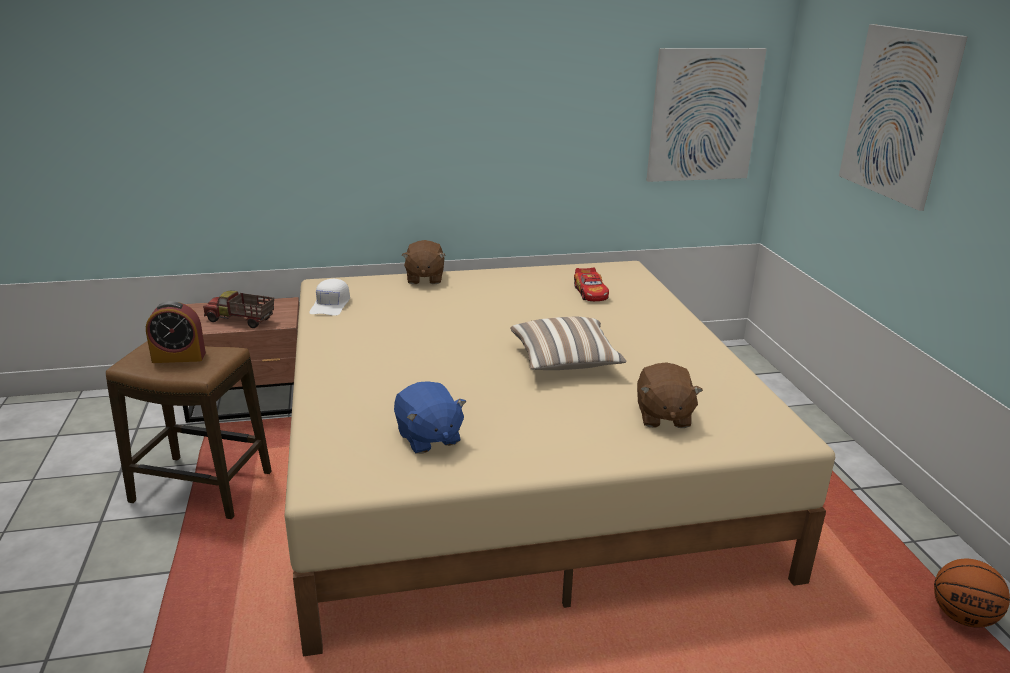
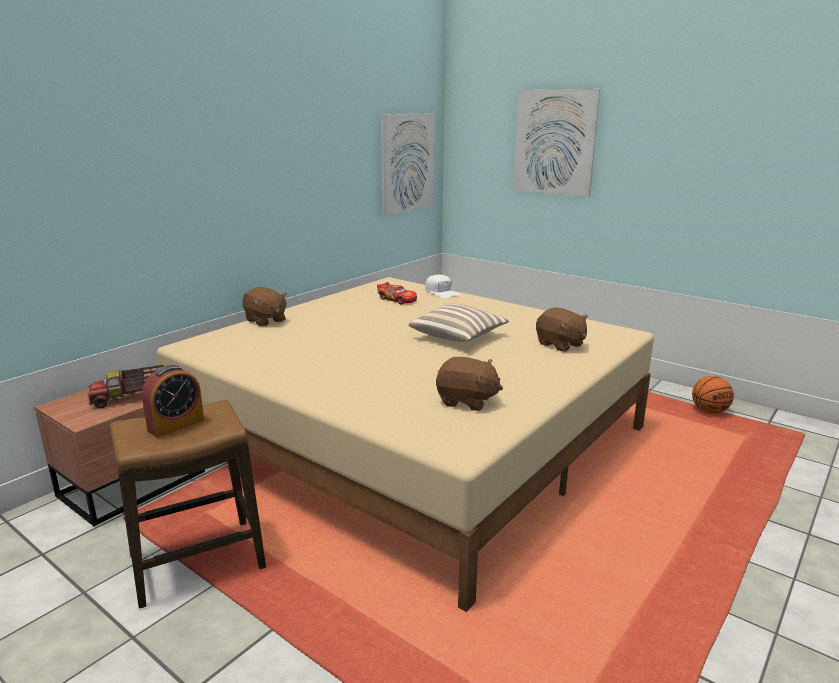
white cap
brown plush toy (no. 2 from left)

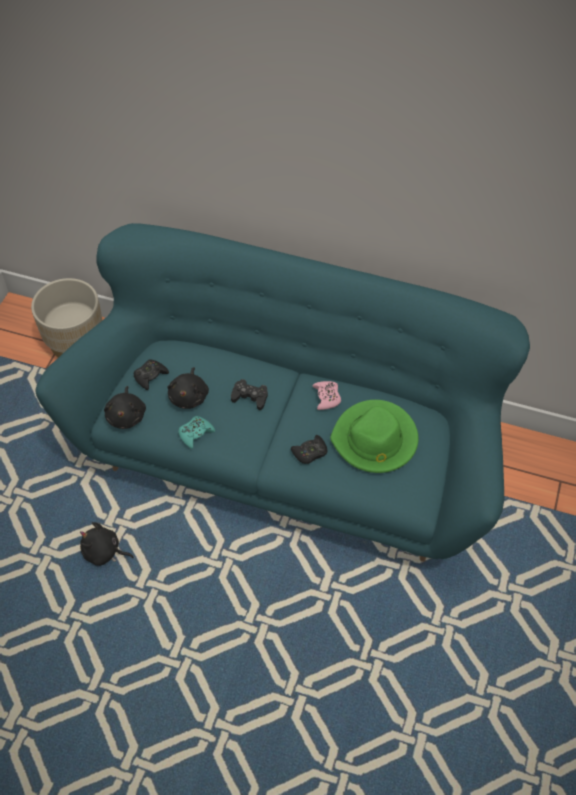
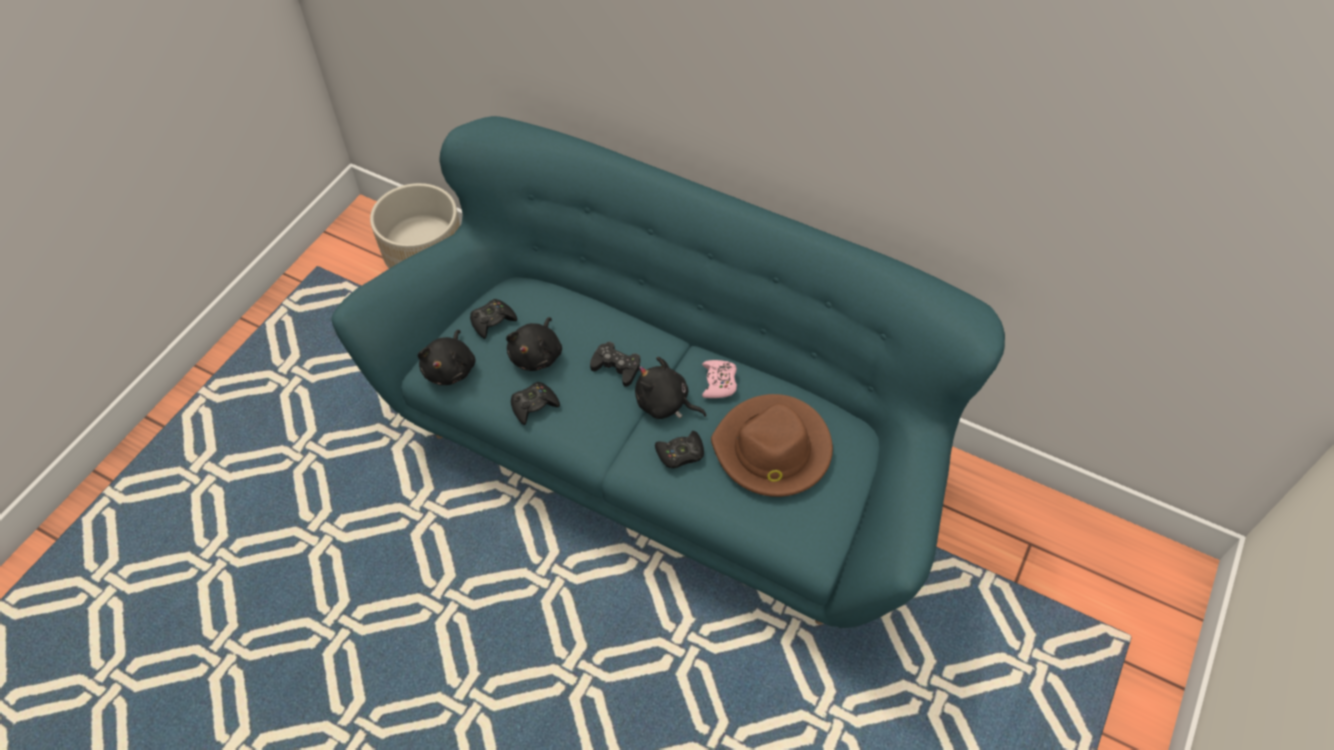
black plush toy (no. 3 from left)
black game controller (no. 2 from left)
brown hat

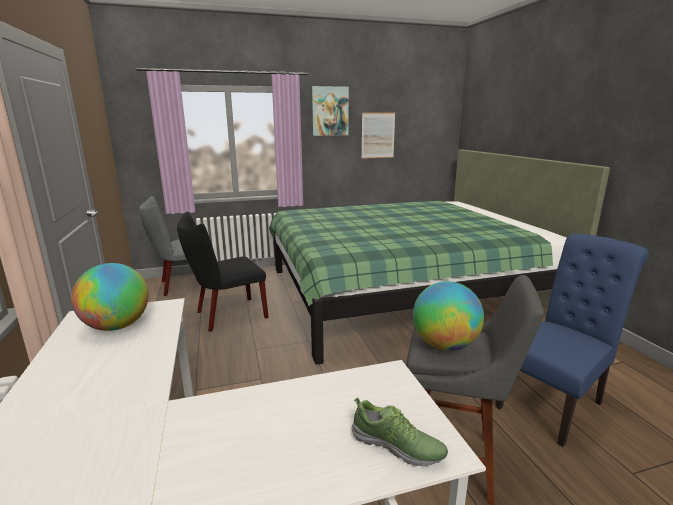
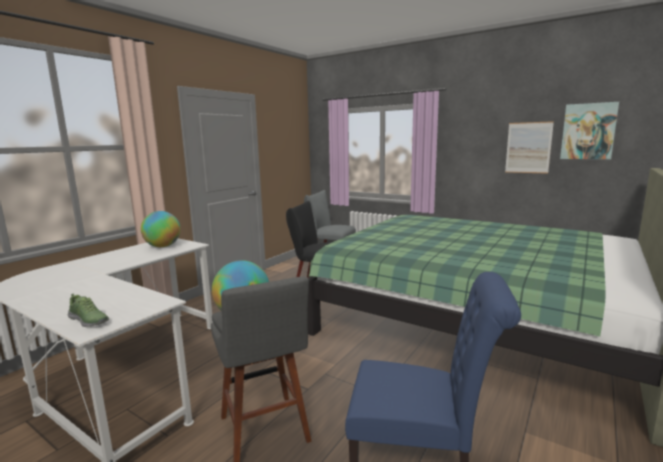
picture (no. 2 from left)
shoe

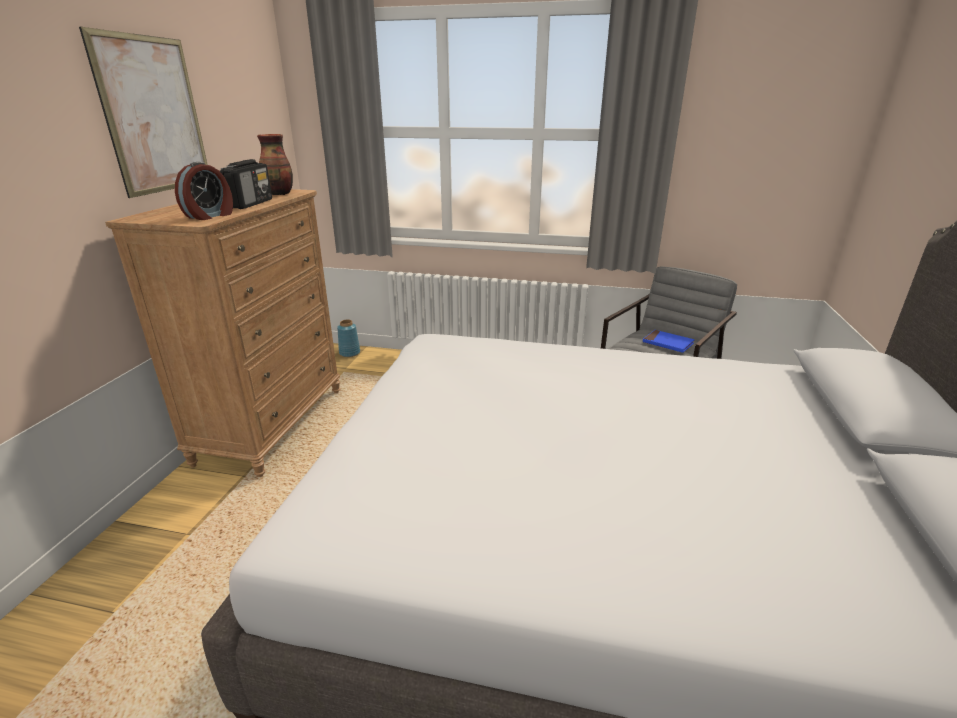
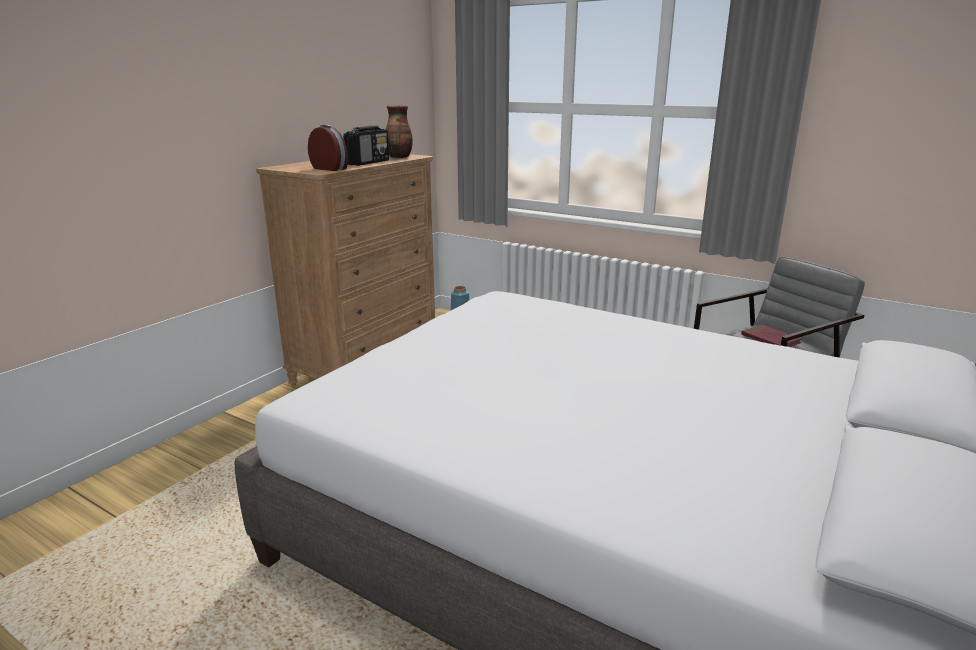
picture
alarm clock
red book

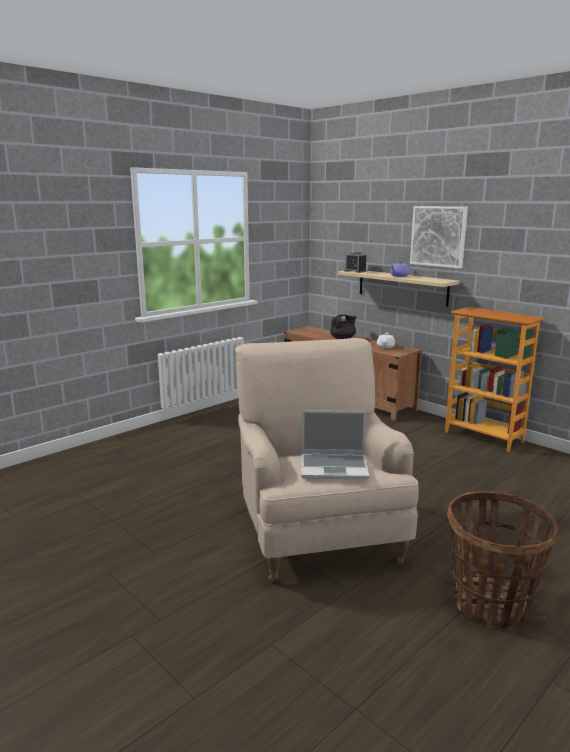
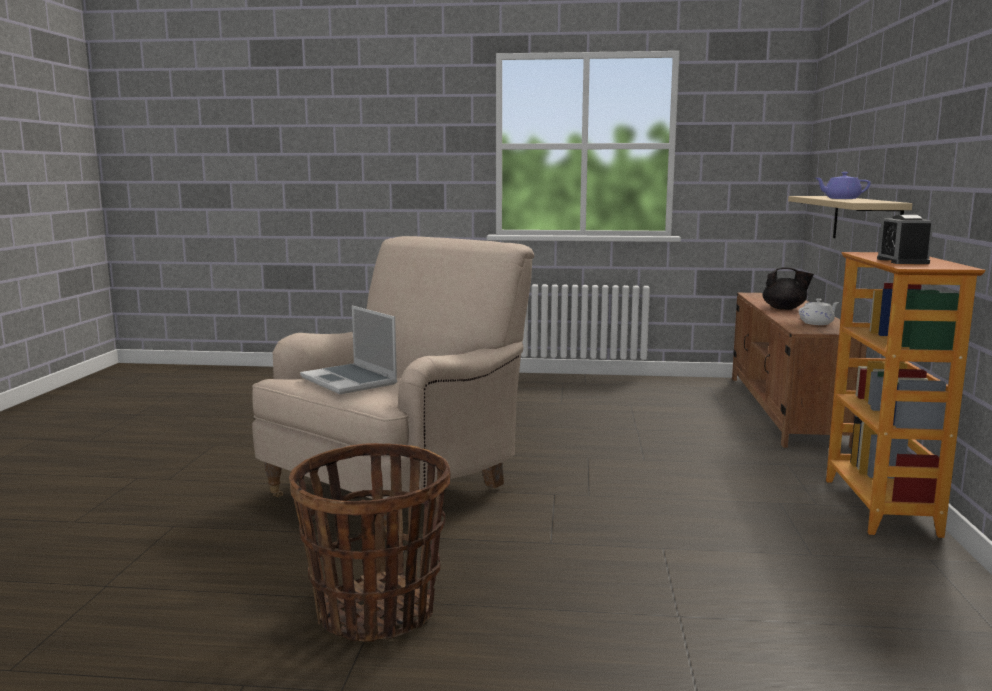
alarm clock
picture

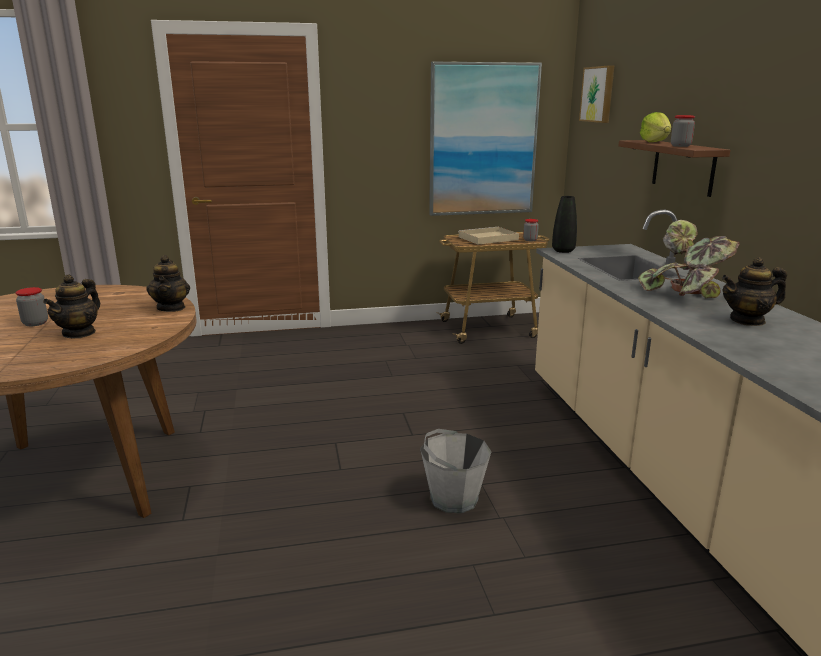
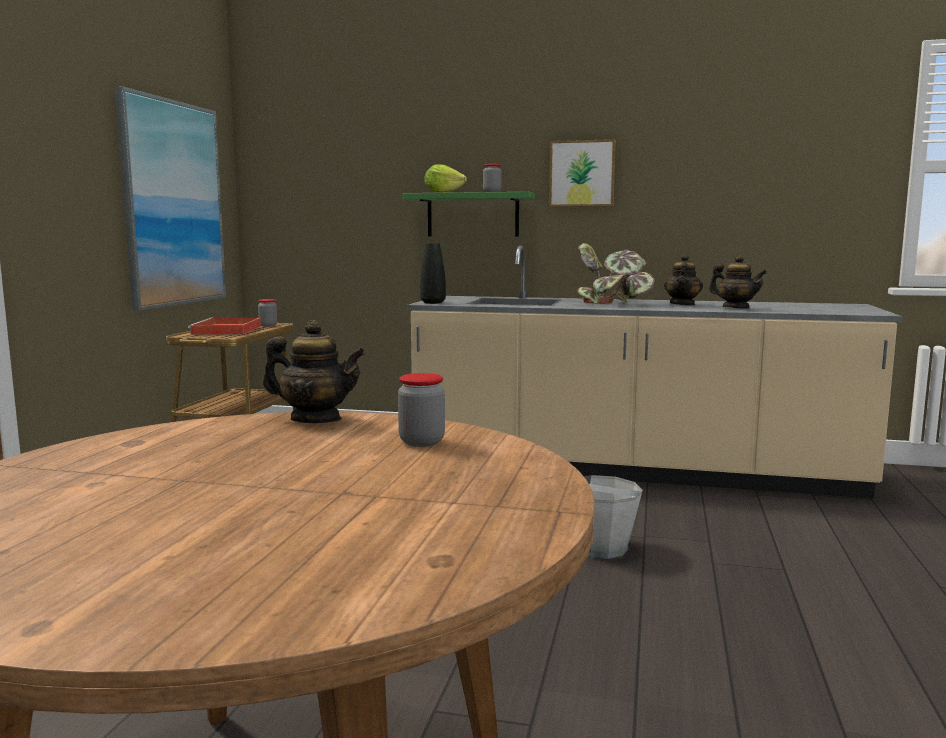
jar (no. 2 from left)
teapot (no. 3 from left)
red tray
picture (no. 2 from left)
green shelf

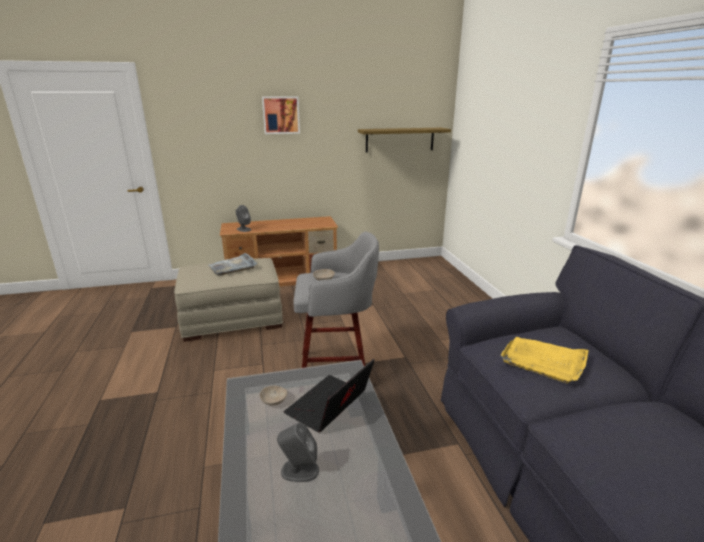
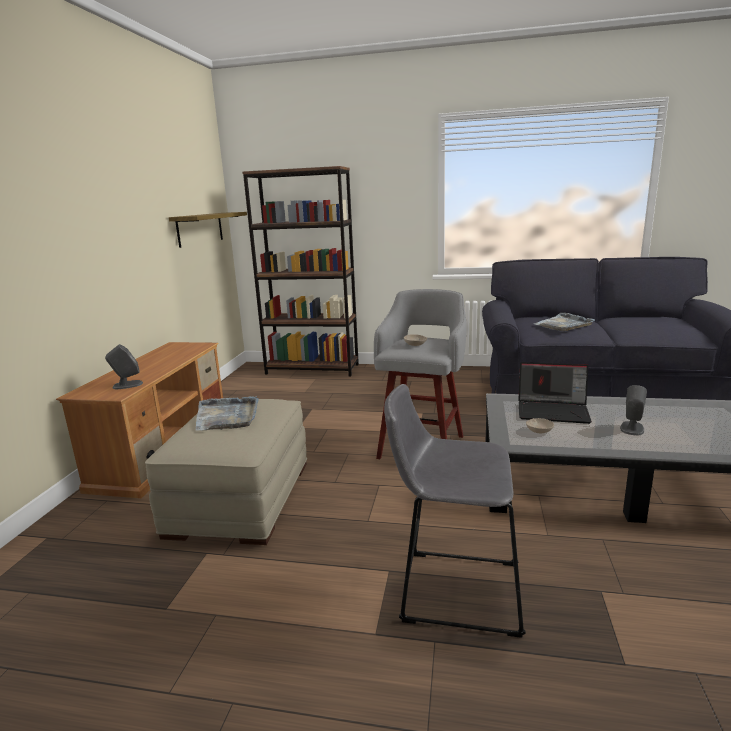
picture
laptop
grey tray (no. 2 from left)
brown bookcase
grey stool (no. 2 from left)

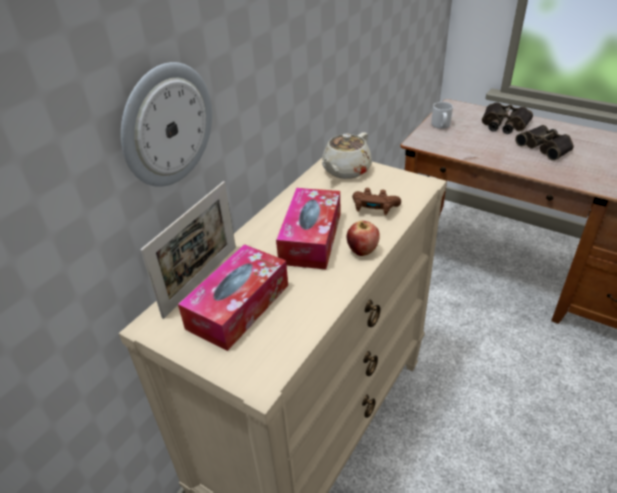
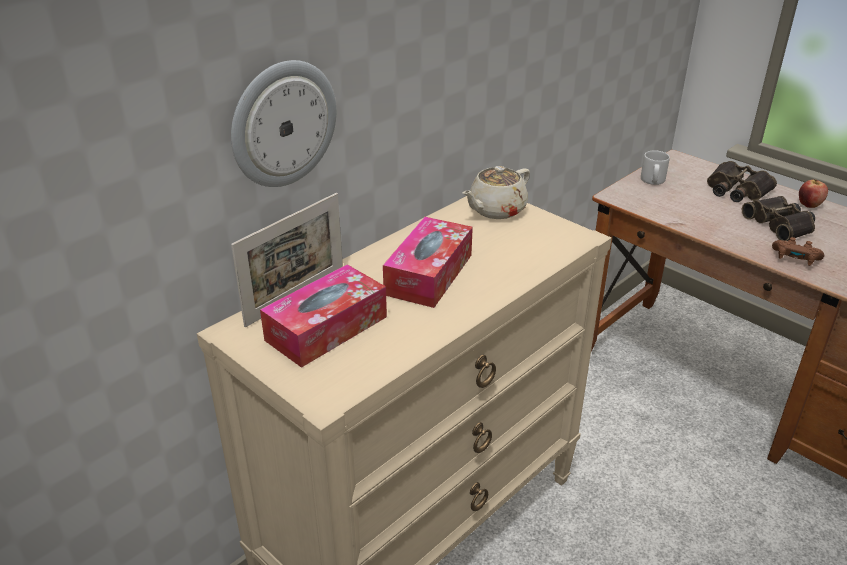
apple
brown game controller

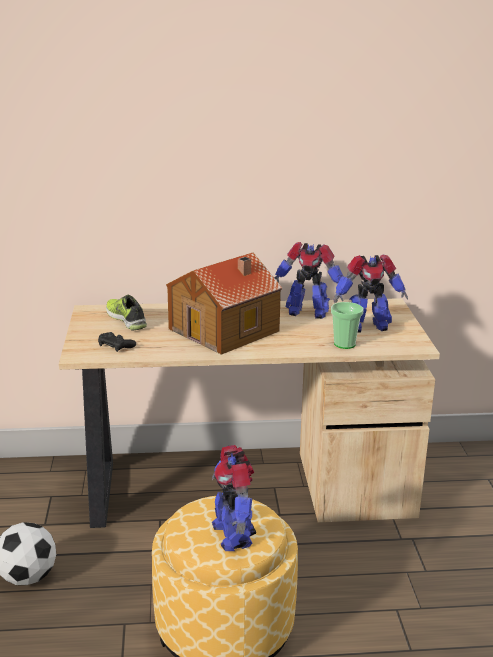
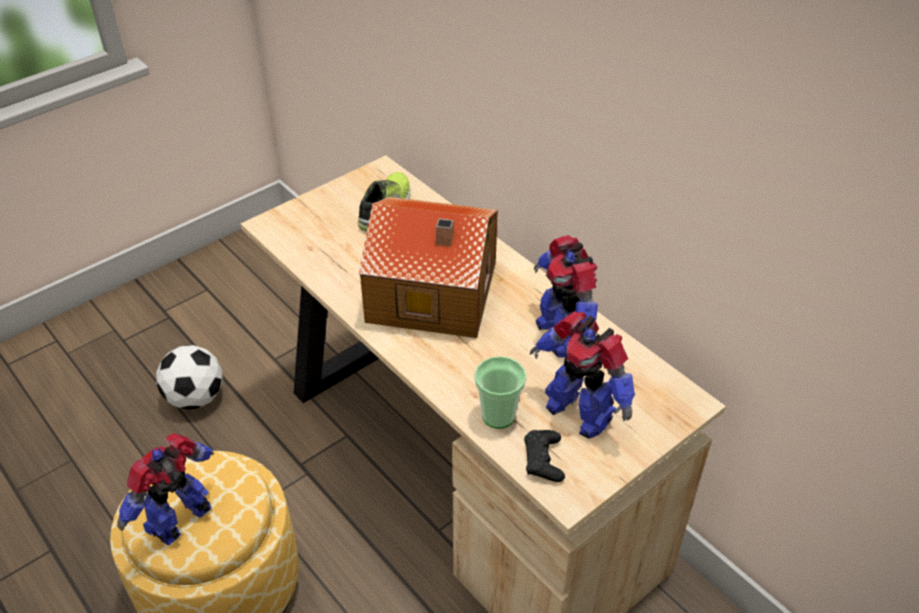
black game controller

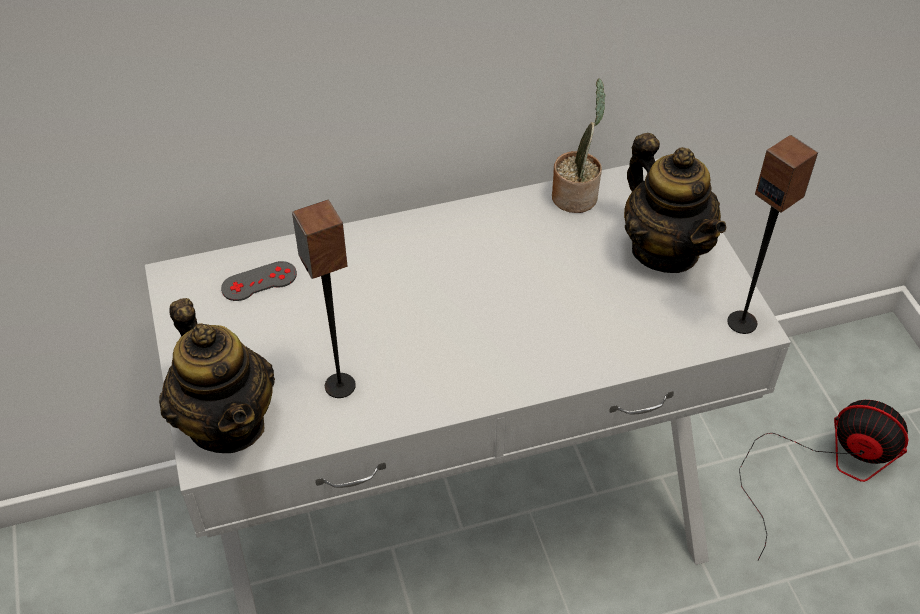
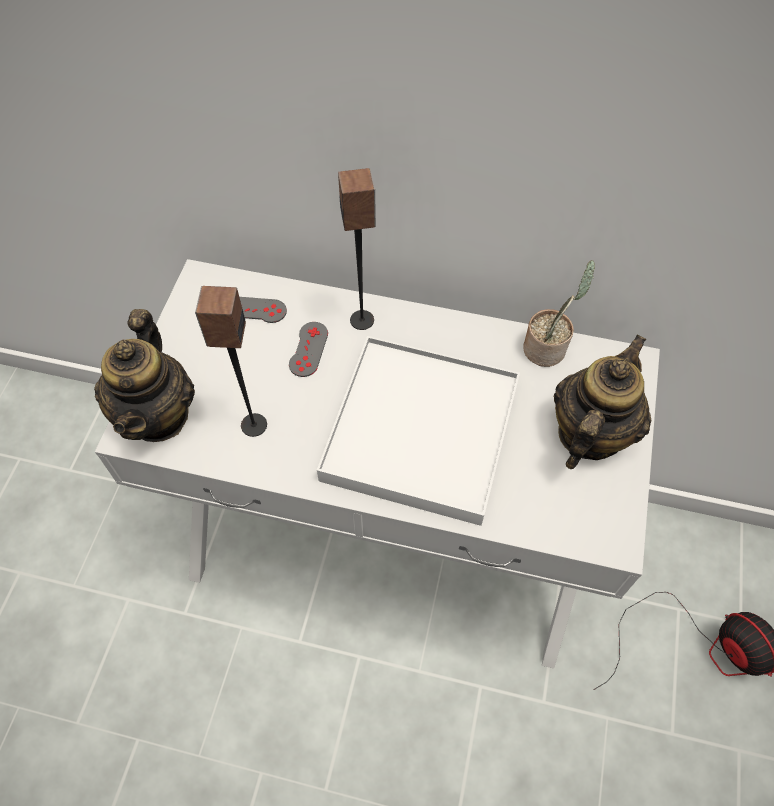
teapot (no. 2 from left)
speaker (no. 2 from left)
grey game controller (no. 2 from left)
white tray

